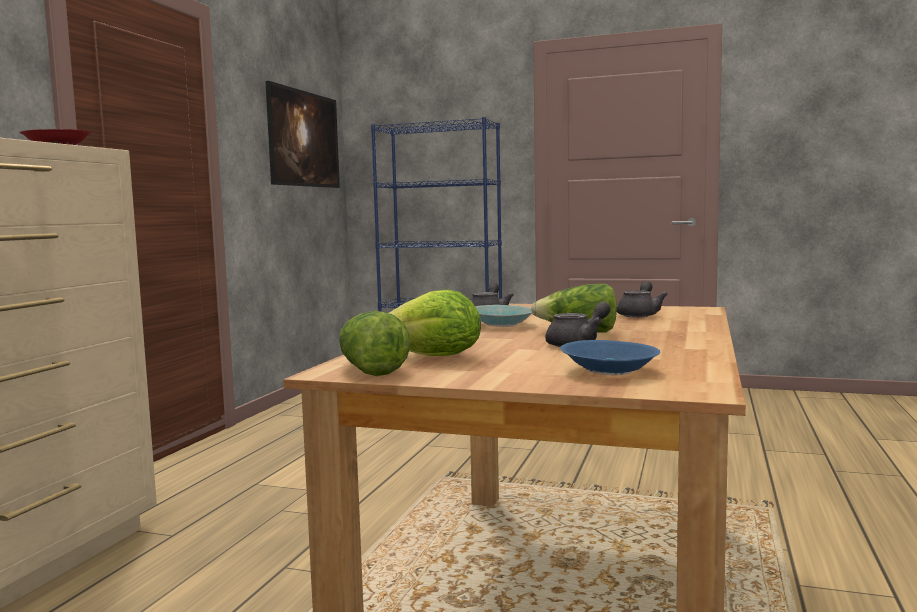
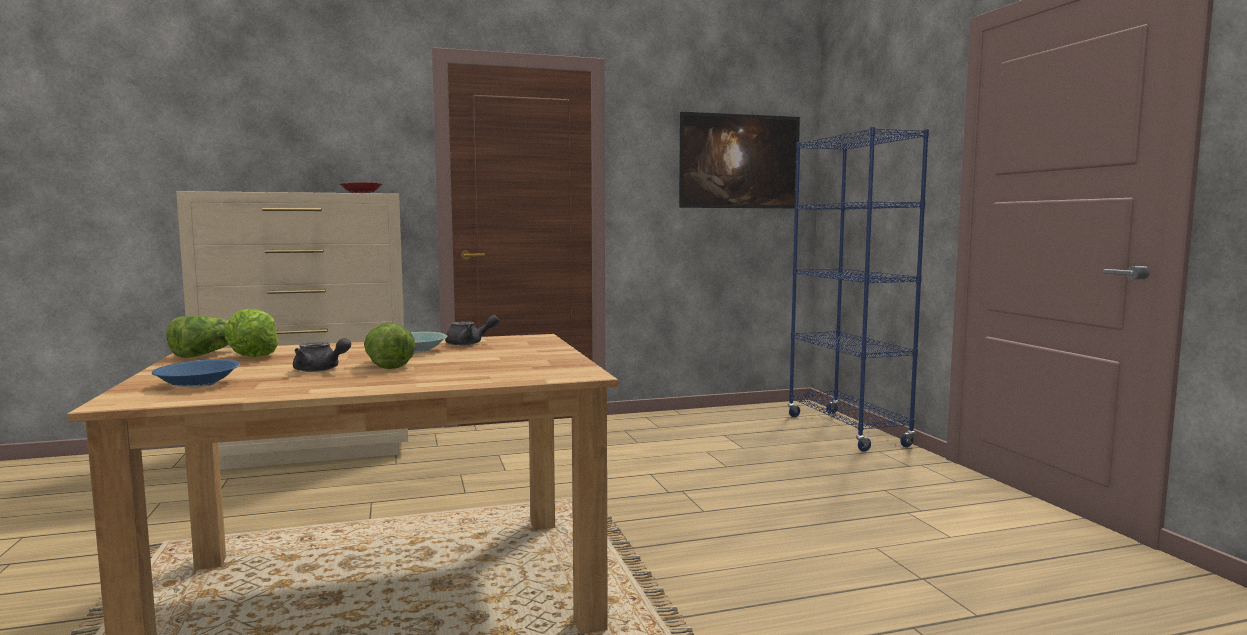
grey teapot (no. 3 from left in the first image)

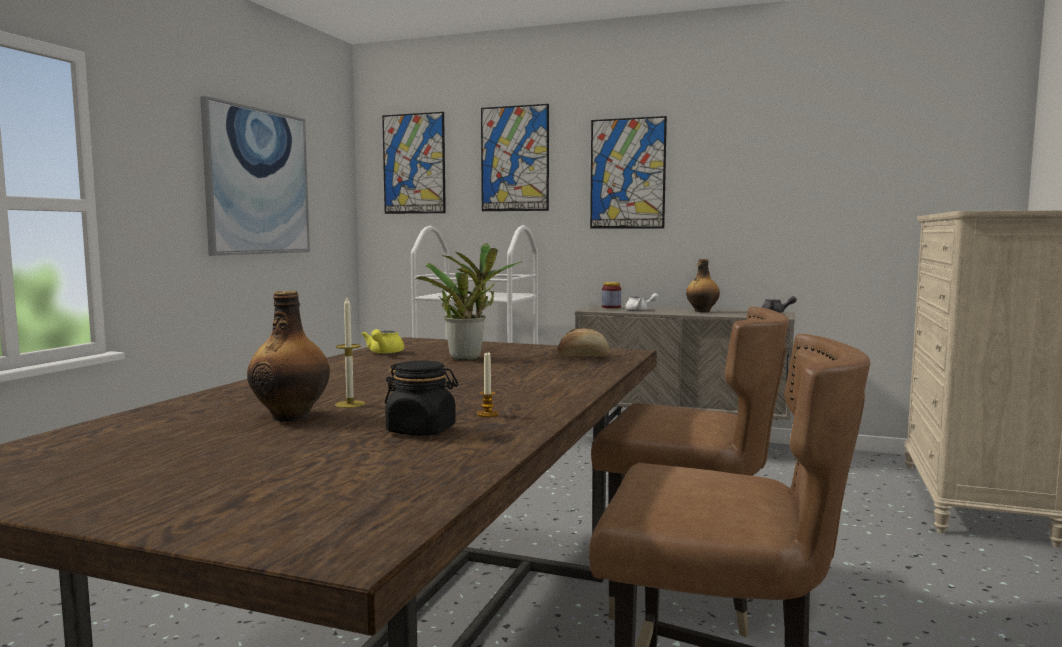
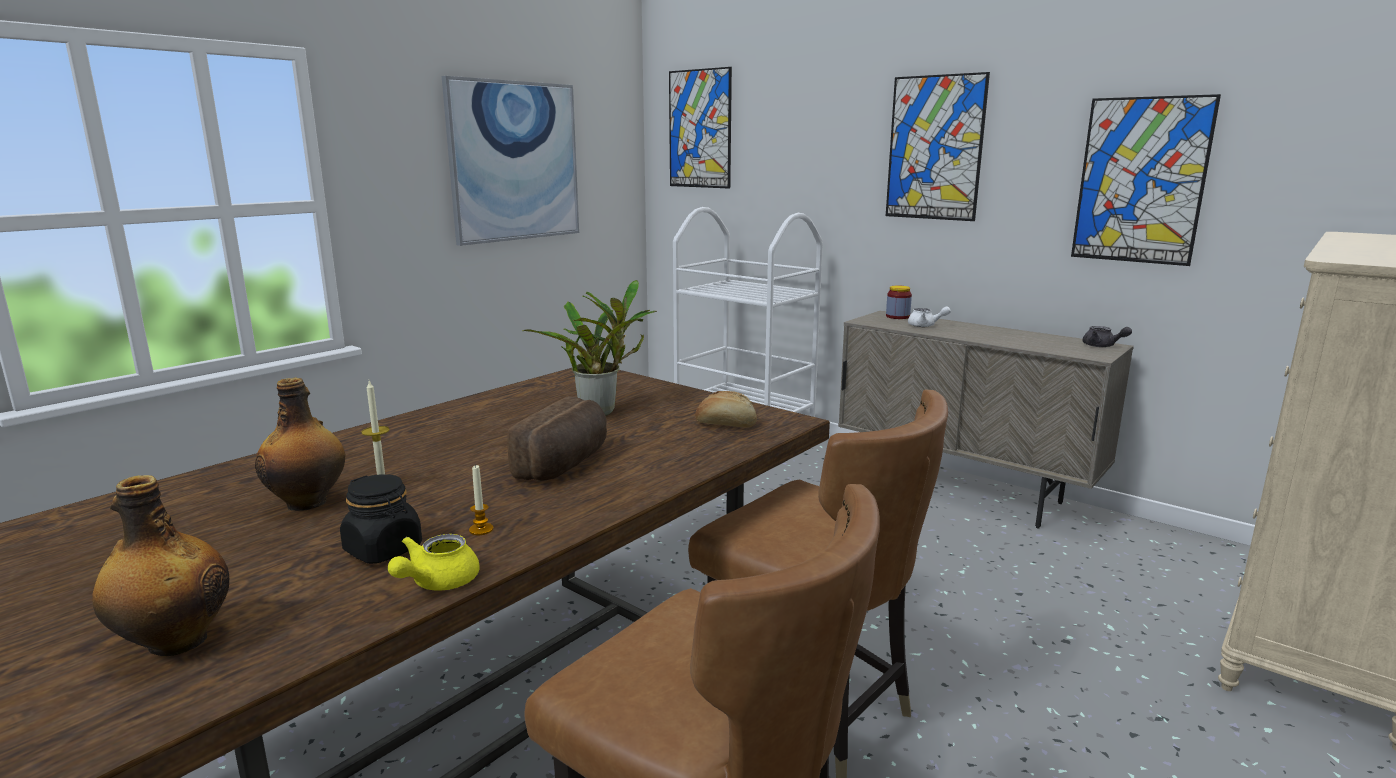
yellow teapot
picture (no. 4 from left)
bottle (no. 1 from left)
bread (no. 1 from left)

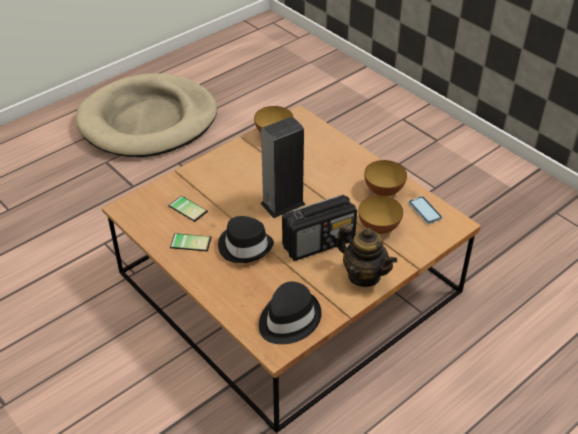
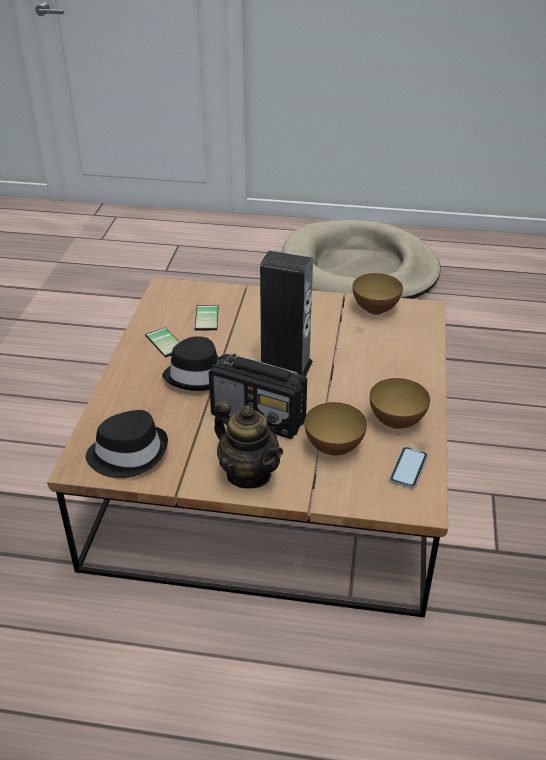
teapot

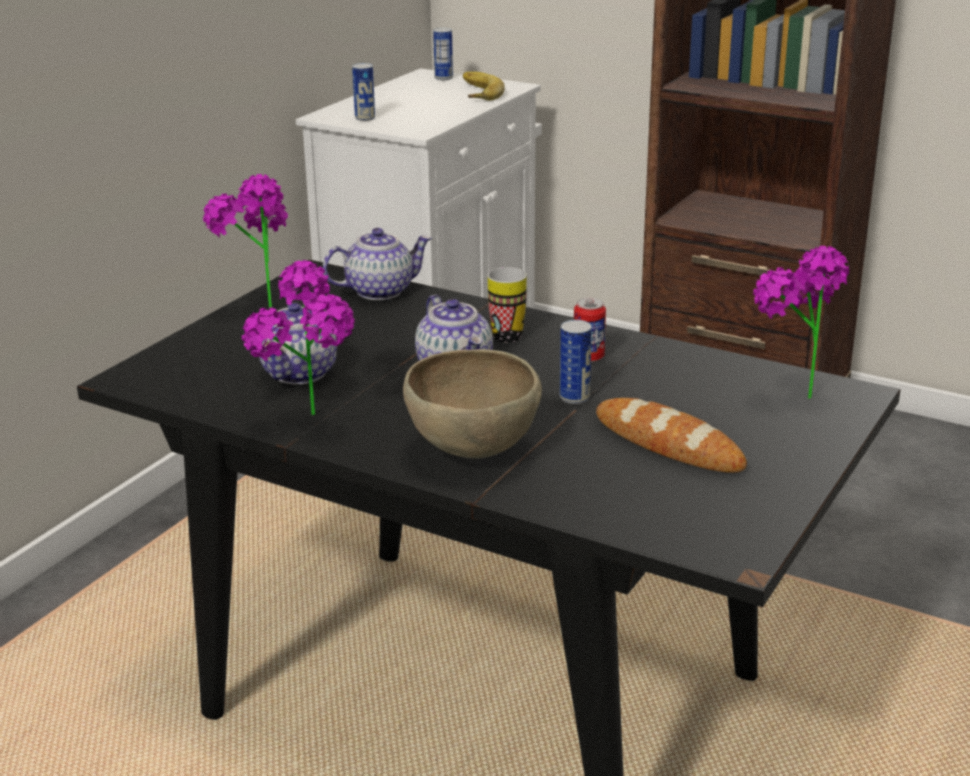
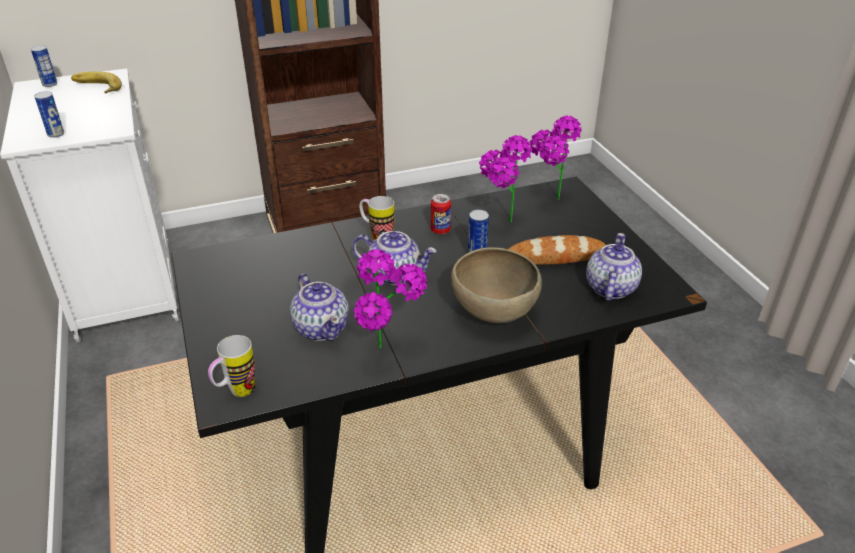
potted plant (no. 2 from left)
teapot (no. 3 from left)
mug (no. 1 from left)

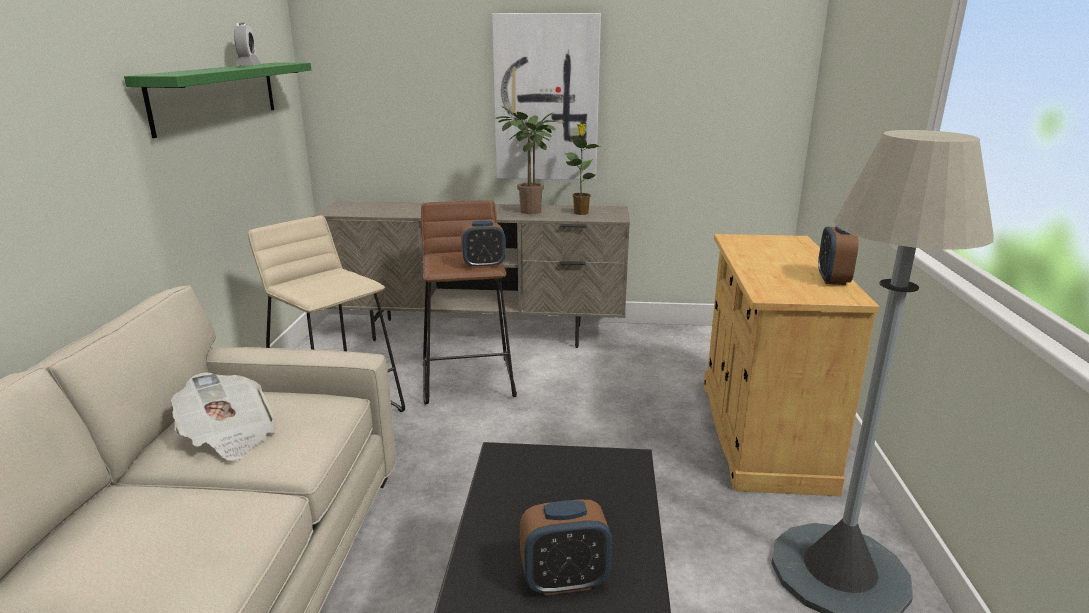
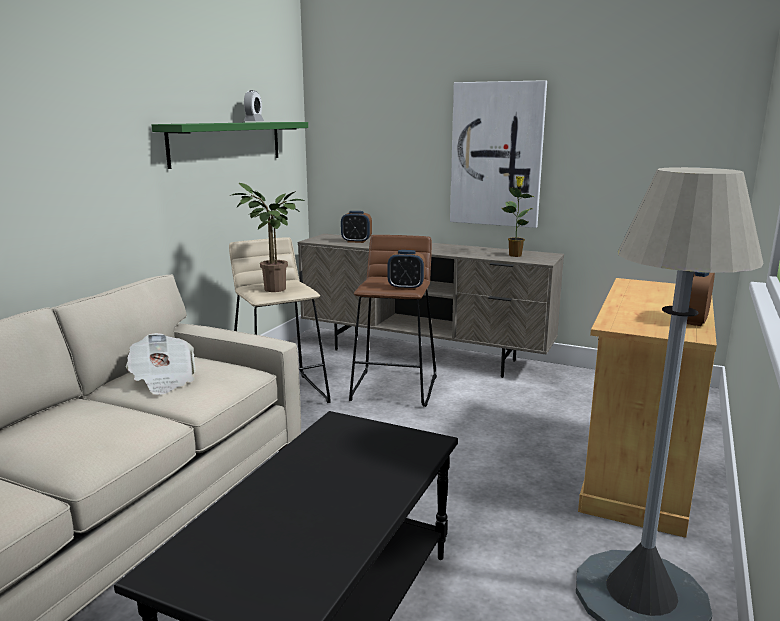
potted plant (no. 1 from left)
alarm clock (no. 2 from left)

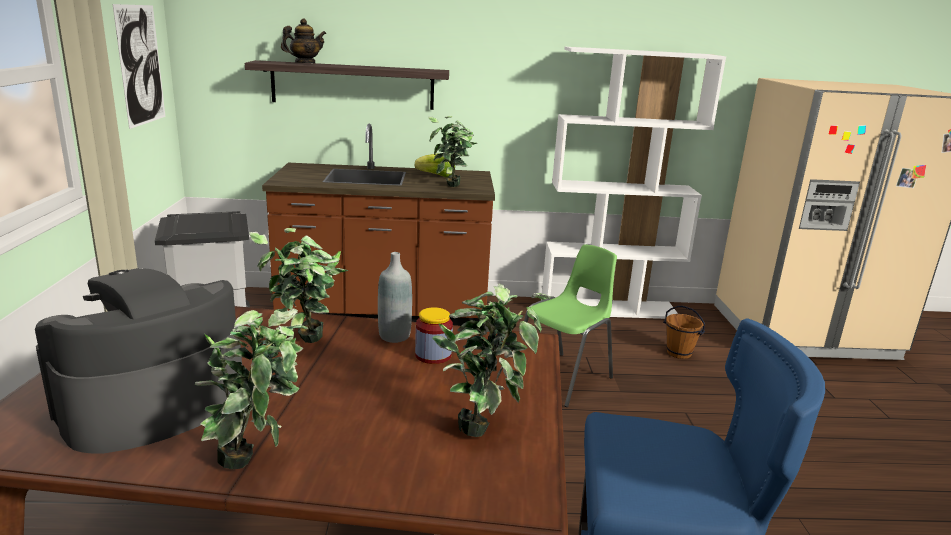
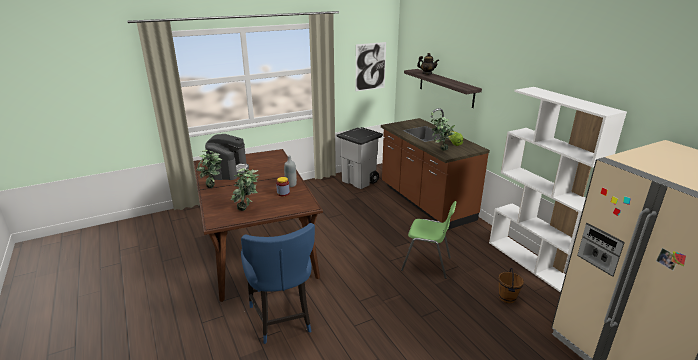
coffee machine
potted plant (no. 2 from left in the first image)

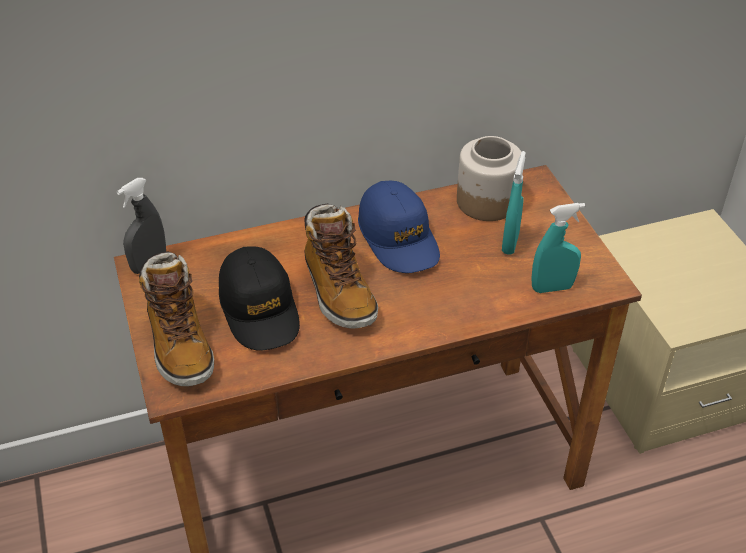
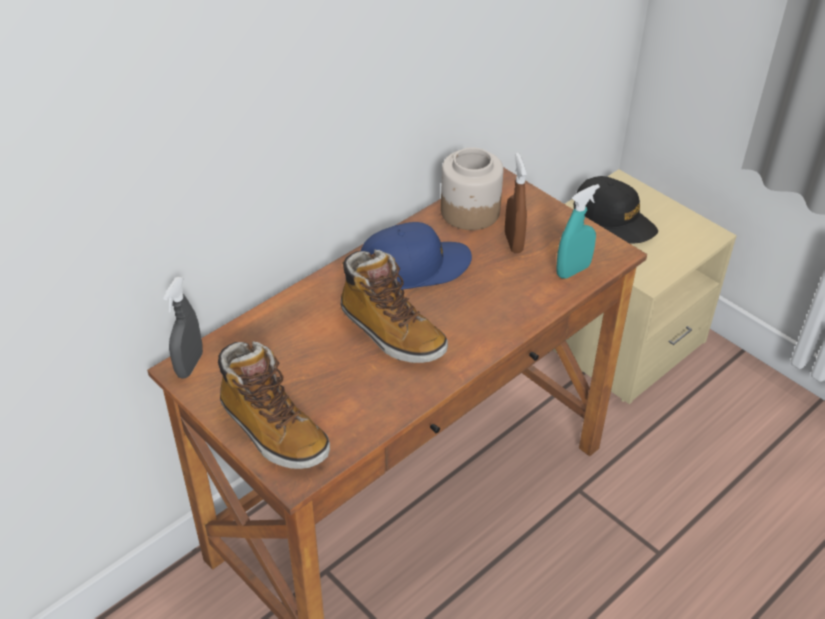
black cap
blue cap
brown spray bottle

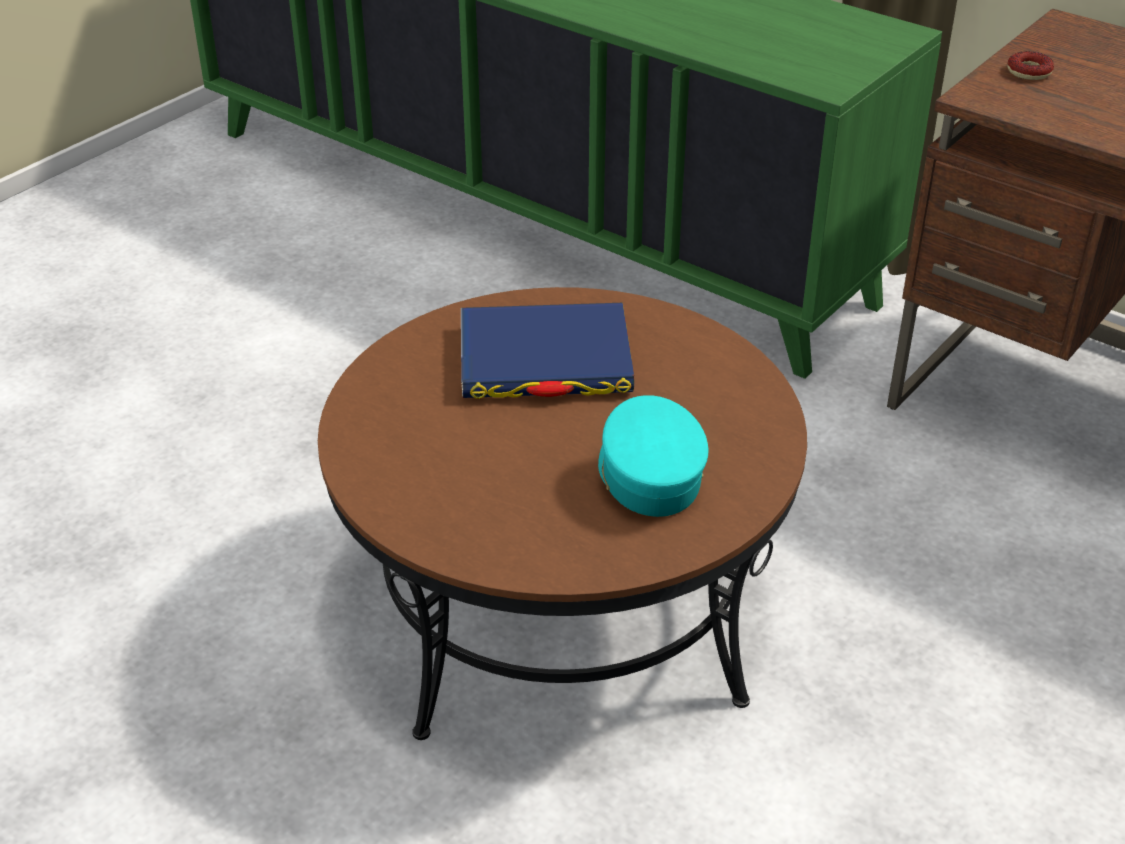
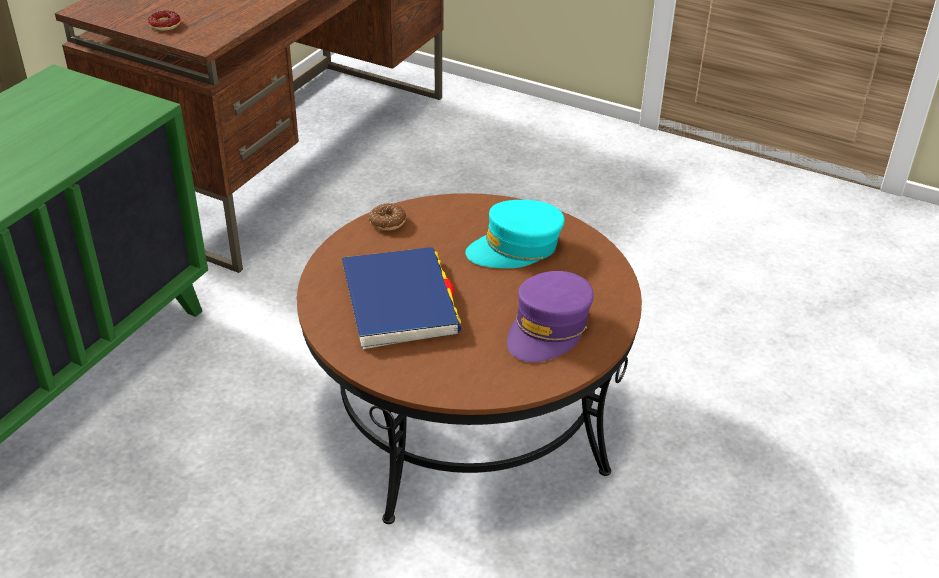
donut (no. 2 from left)
purple cap

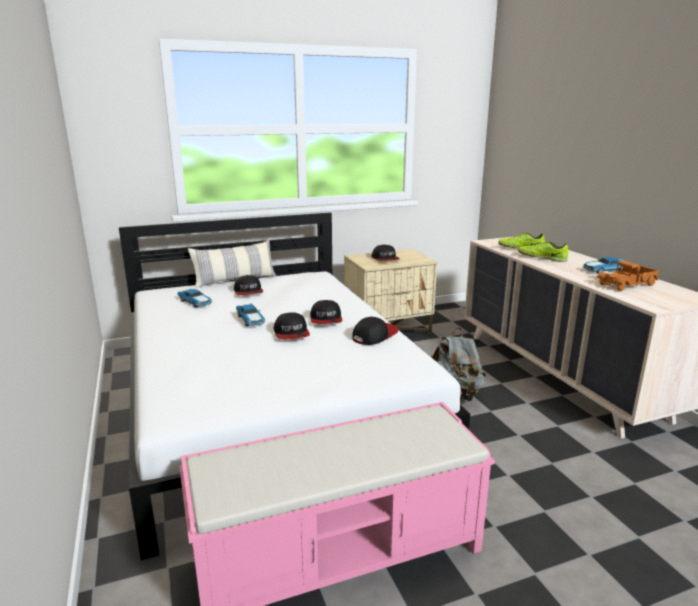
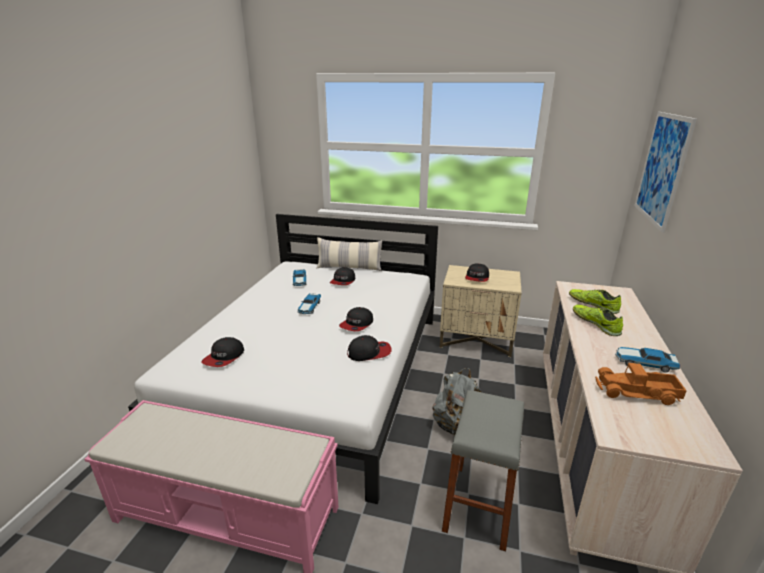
cap (no. 1 from left)
grey stool
picture

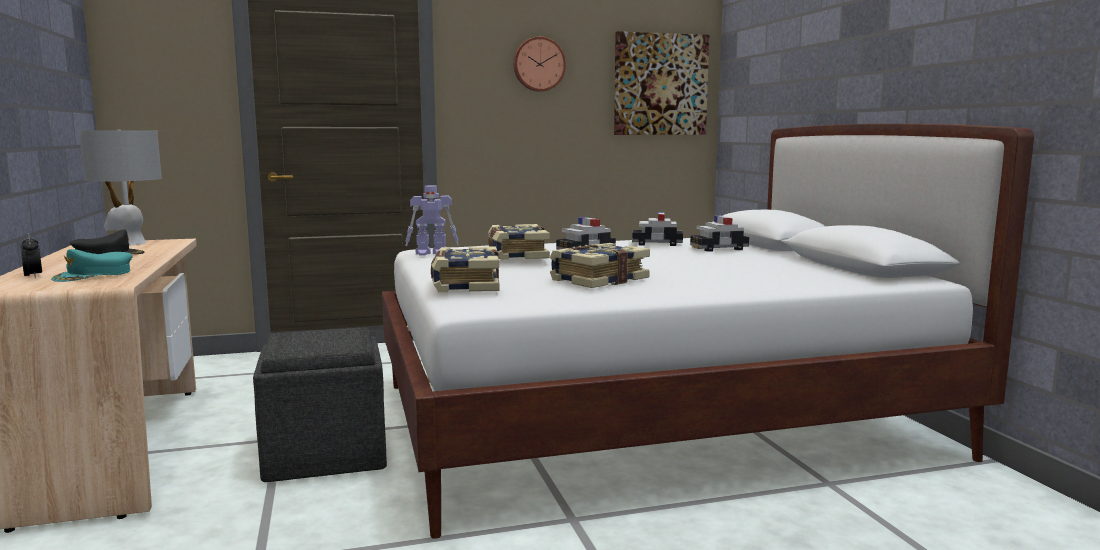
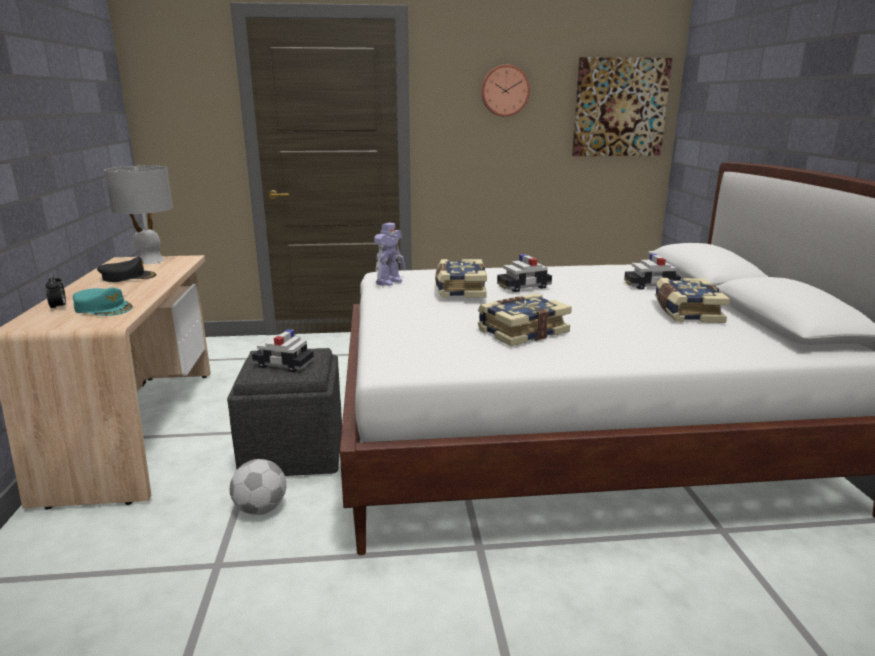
turquoise cap
toy robot
book (no. 3 from left)
toy car (no. 1 from left)
football

